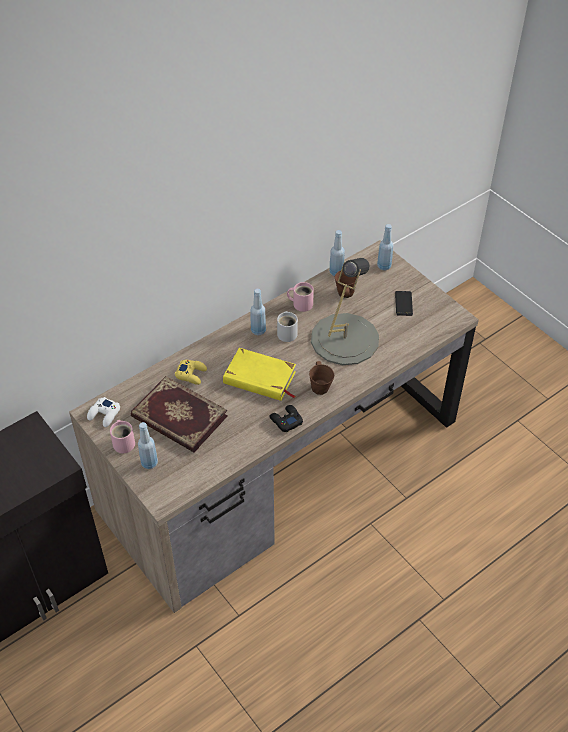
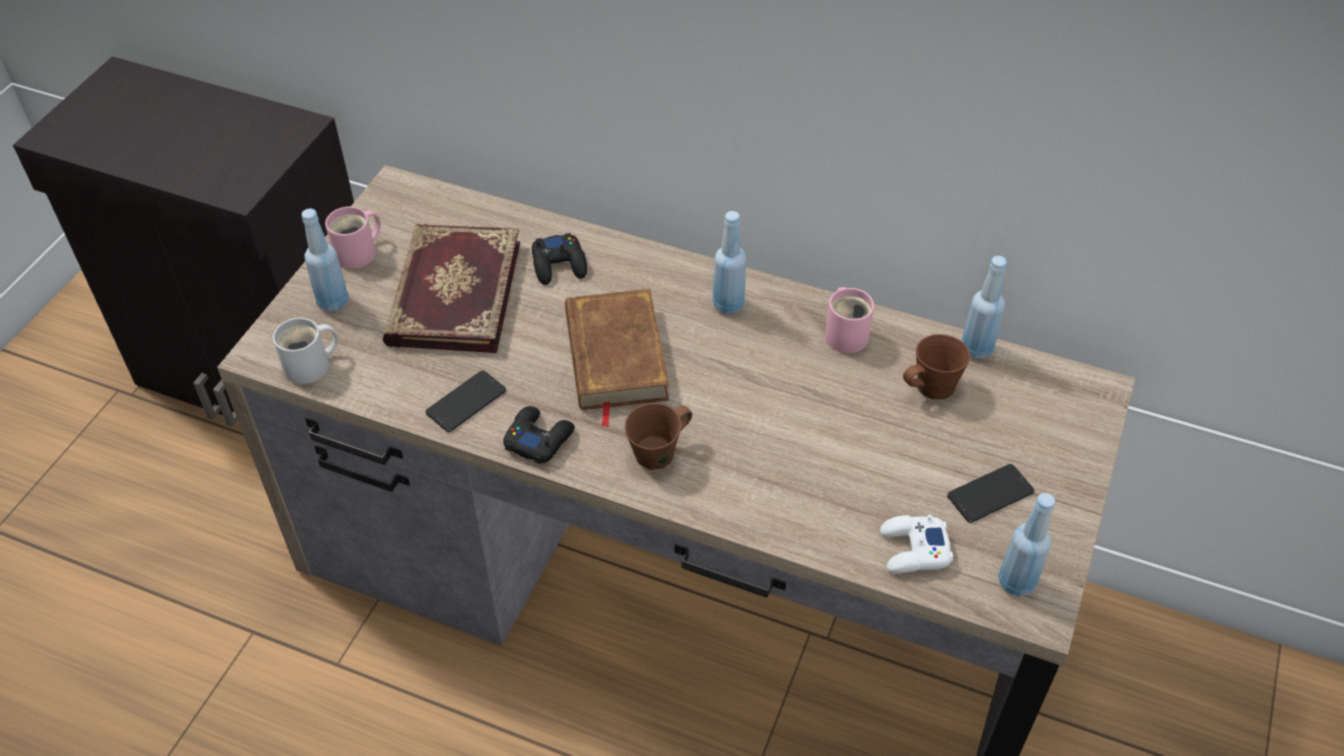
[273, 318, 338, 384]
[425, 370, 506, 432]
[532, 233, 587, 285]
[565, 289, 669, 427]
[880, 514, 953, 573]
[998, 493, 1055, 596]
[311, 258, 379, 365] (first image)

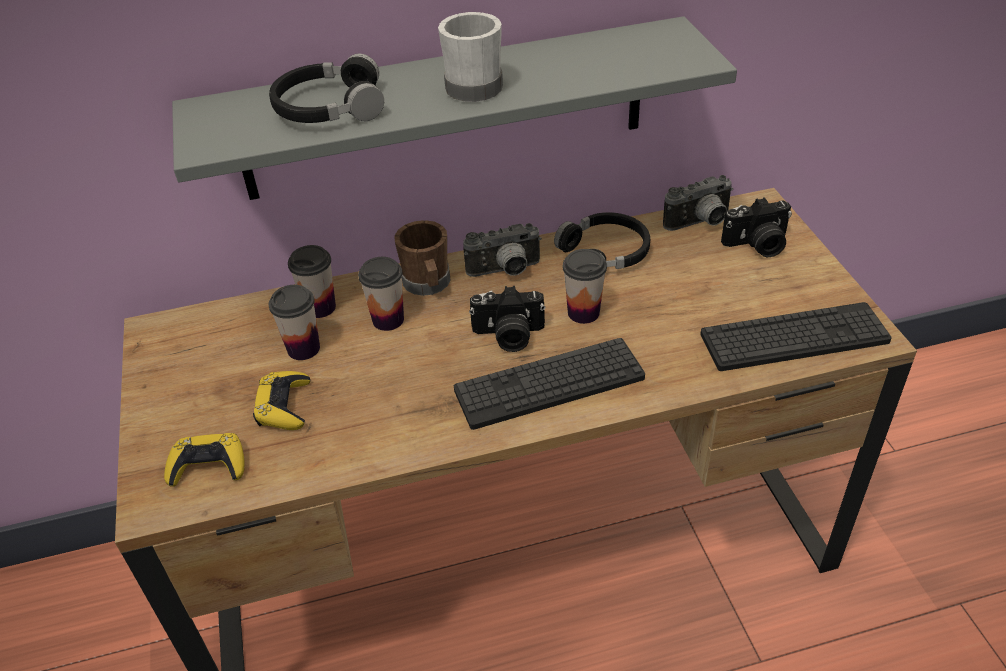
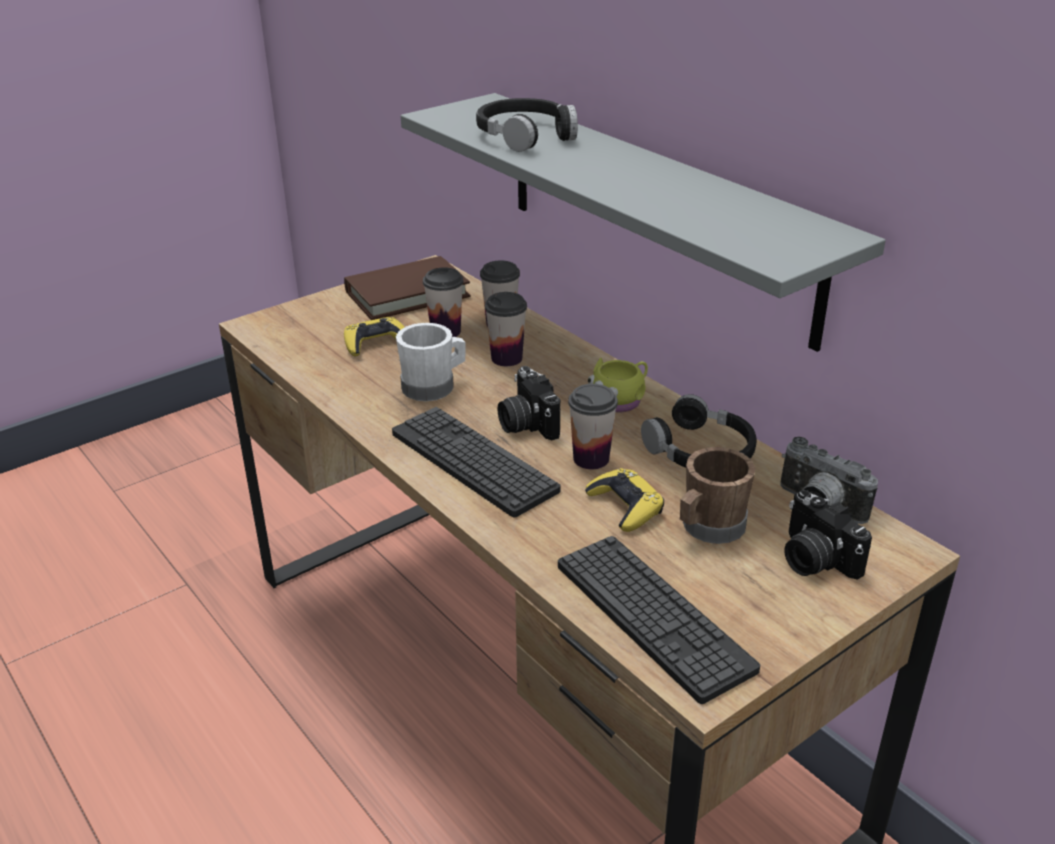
[344, 256, 470, 320]
[396, 323, 466, 401]
[585, 468, 664, 532]
[588, 358, 648, 413]
[680, 447, 756, 544]

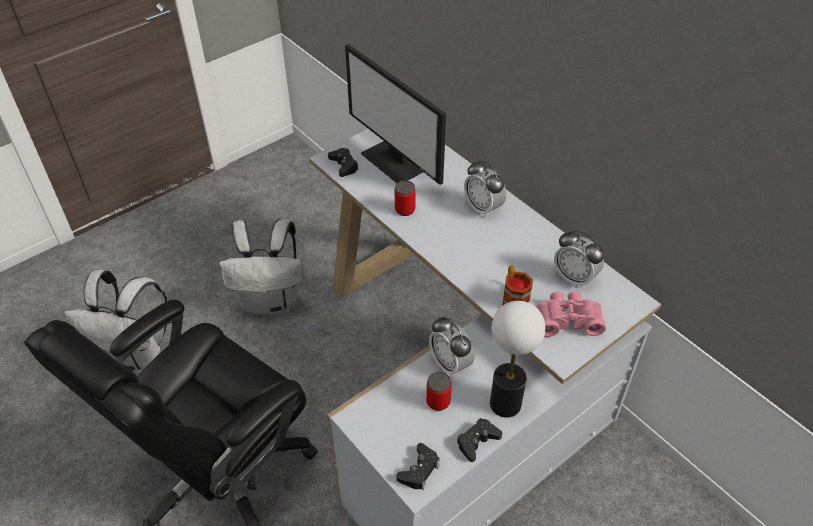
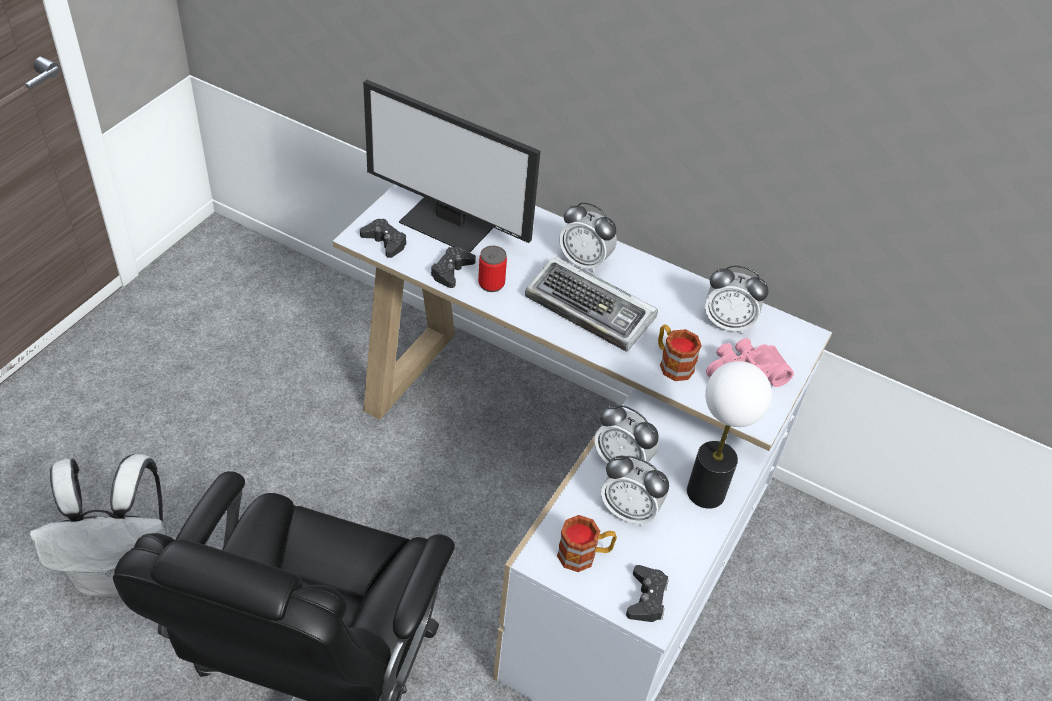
[431, 247, 476, 288]
[525, 256, 658, 352]
[557, 515, 617, 572]
[601, 456, 669, 527]
[219, 219, 303, 315] (first image)

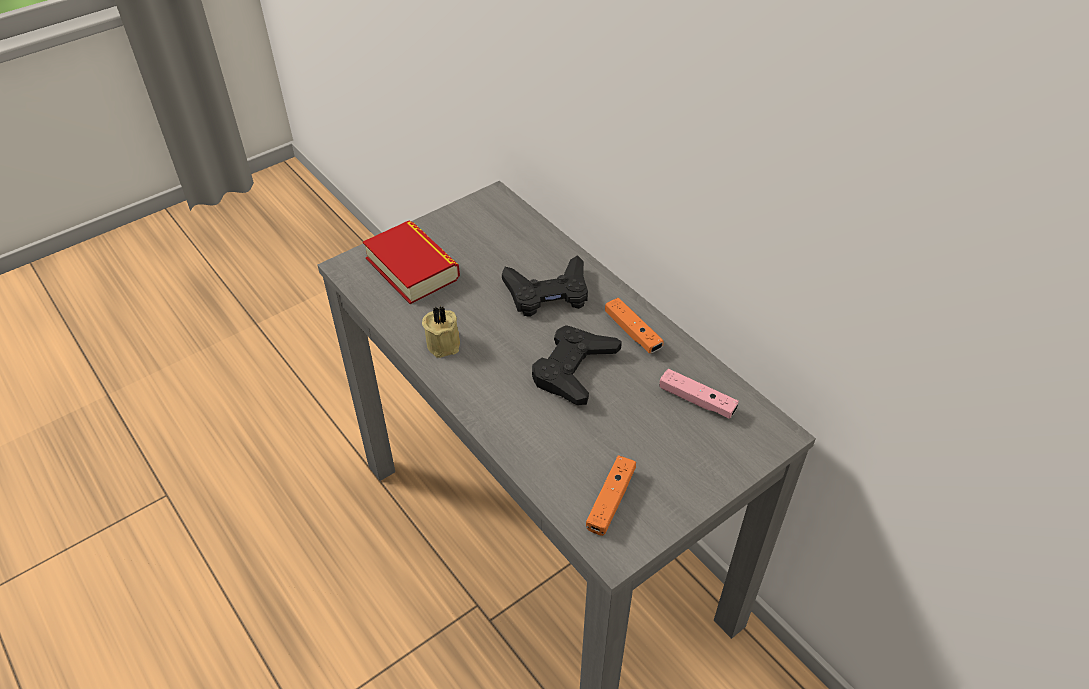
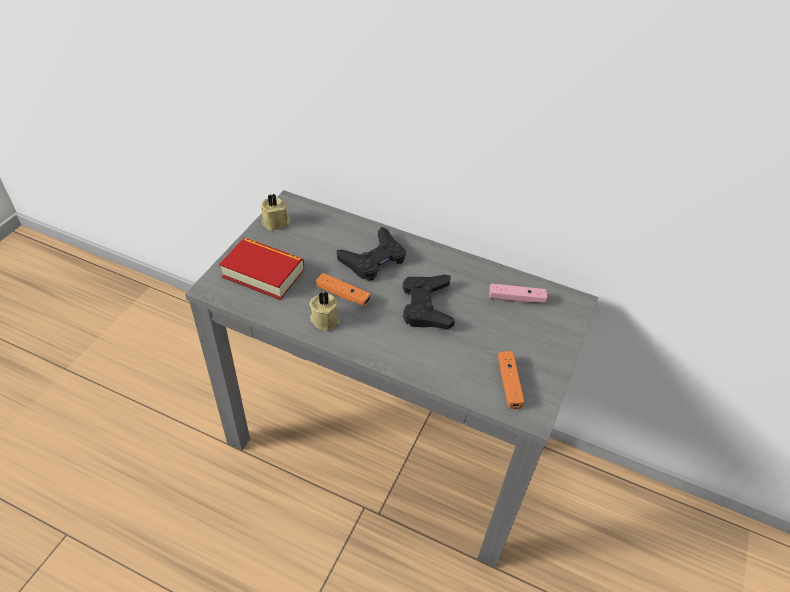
[261, 194, 290, 231]
[316, 273, 371, 306]

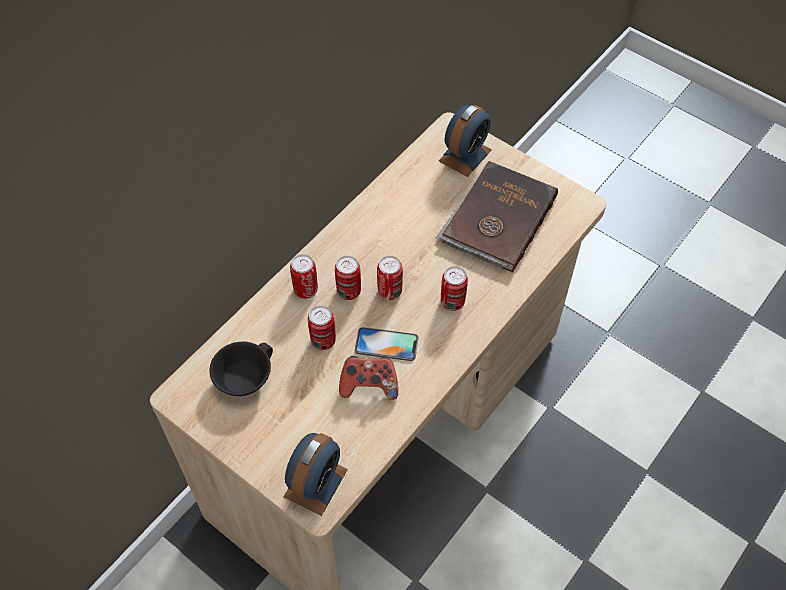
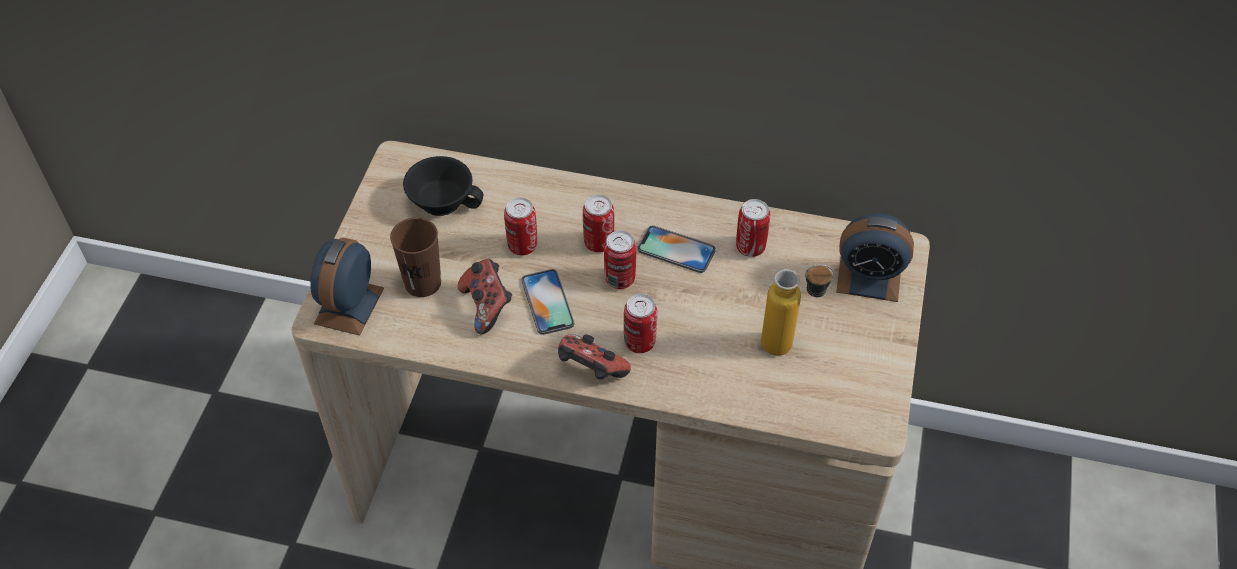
[310, 237, 384, 336]
[390, 217, 441, 297]
[558, 334, 631, 380]
[638, 225, 716, 273]
[736, 199, 770, 257]
[761, 265, 834, 356]

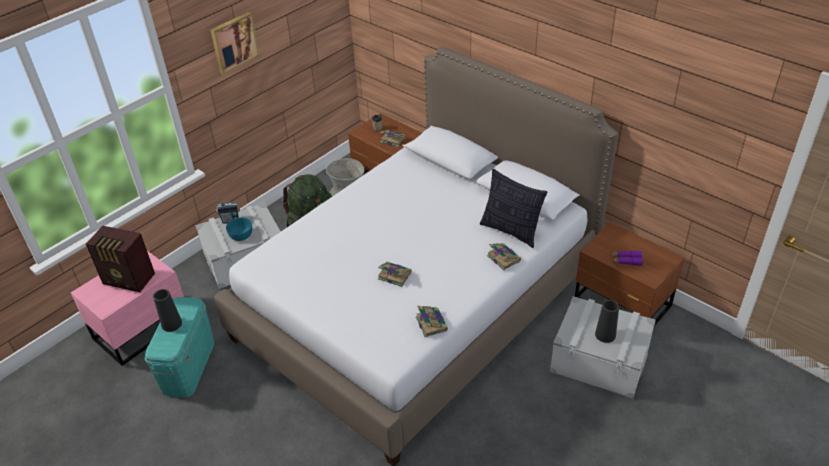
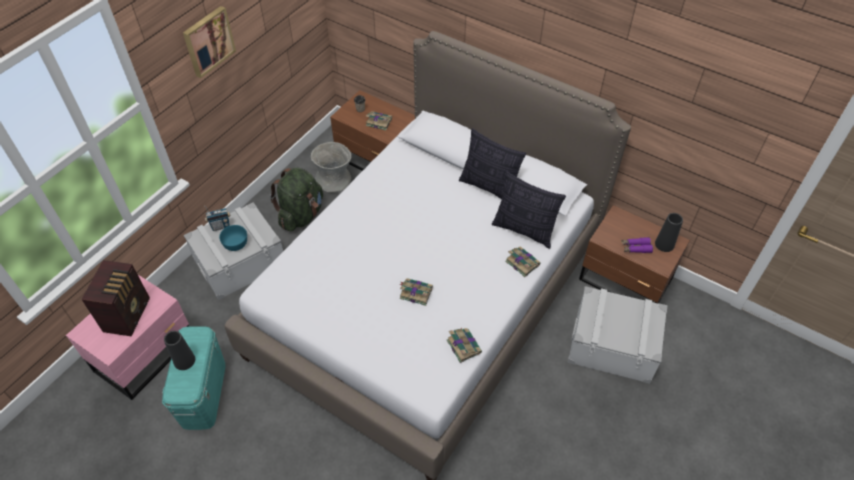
[81, 260, 150, 336]
[459, 128, 526, 199]
[655, 213, 683, 252]

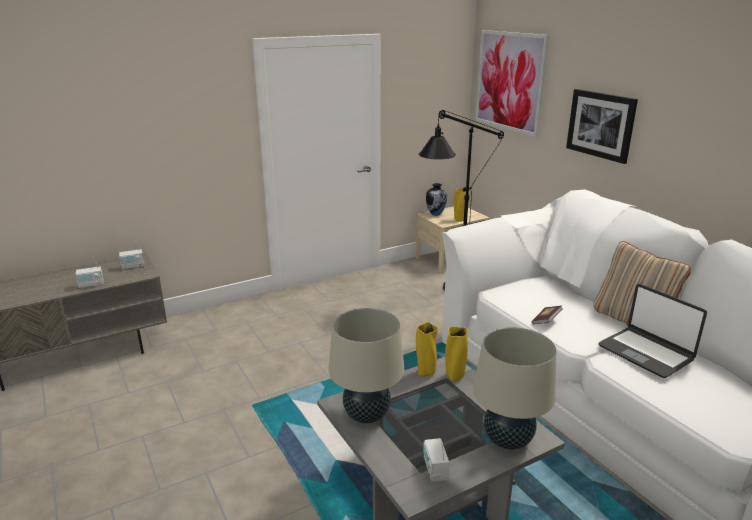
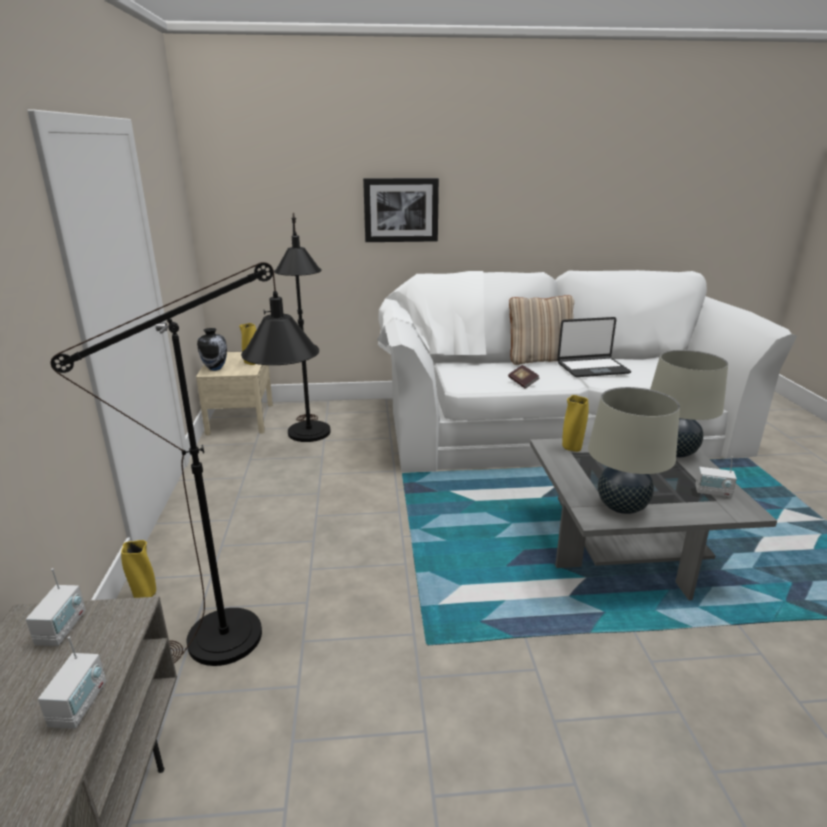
[51, 262, 319, 666]
[121, 540, 156, 598]
[475, 30, 549, 137] (first image)

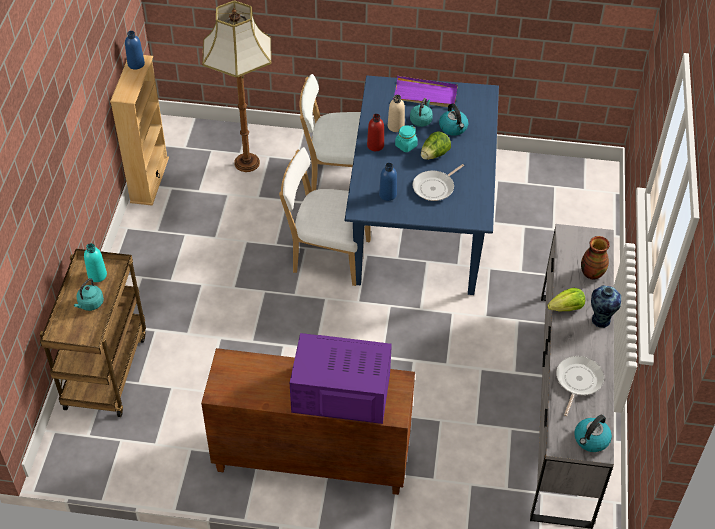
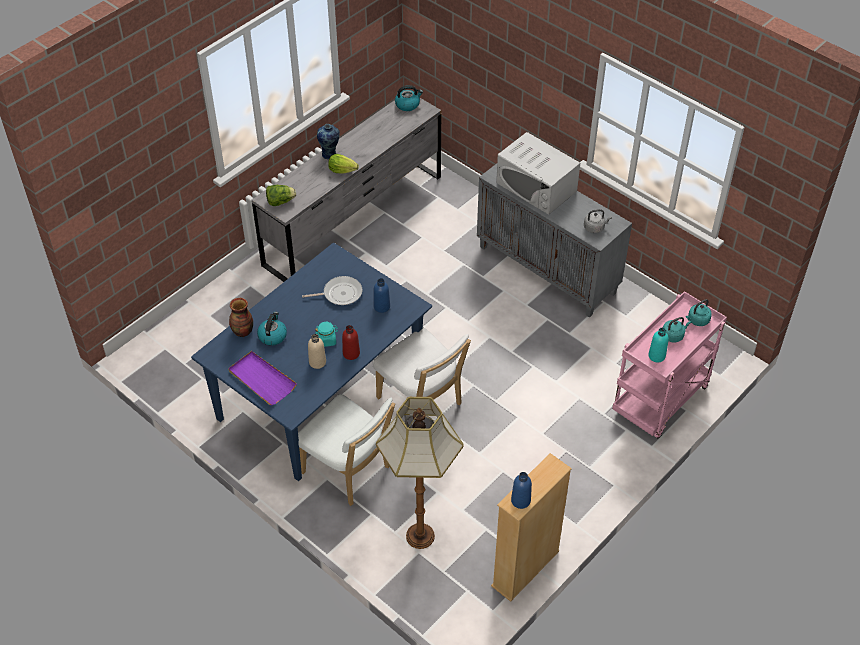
[229, 298, 253, 337]
[266, 185, 296, 206]
[477, 164, 632, 318]
[496, 132, 580, 215]
[584, 209, 612, 233]
[612, 291, 727, 439]
[686, 299, 712, 326]
[556, 356, 604, 416] (first image)

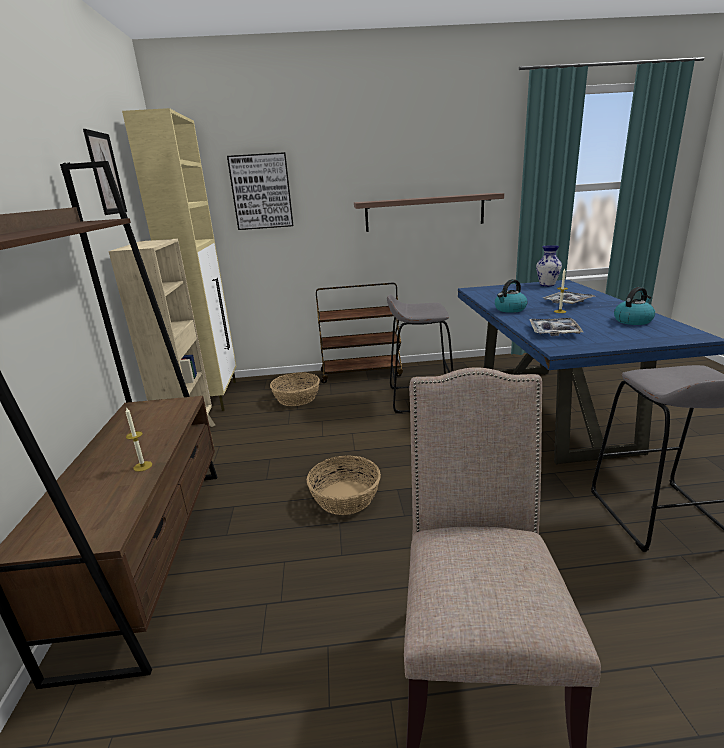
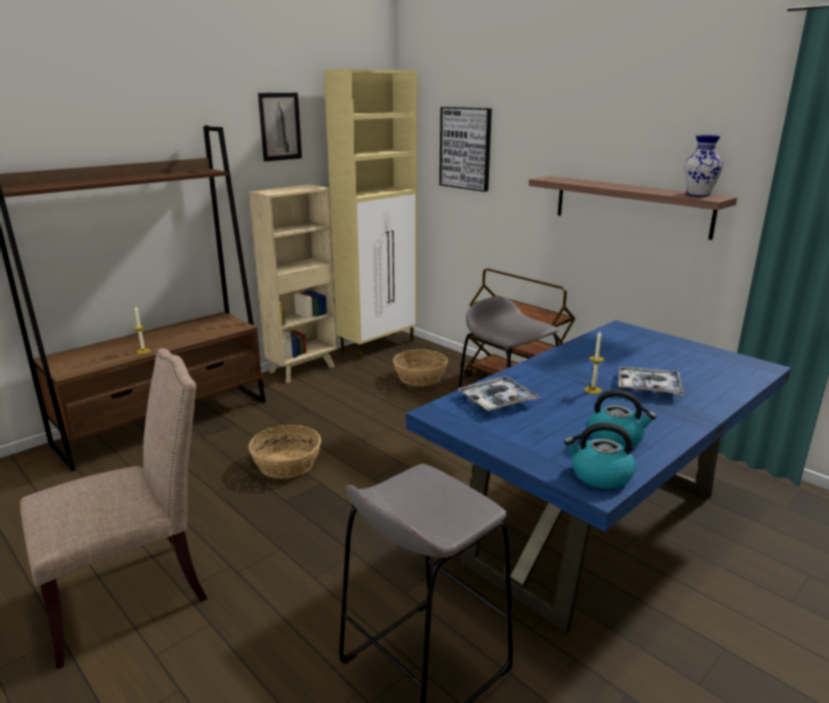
[564, 423, 635, 489]
[684, 135, 723, 196]

